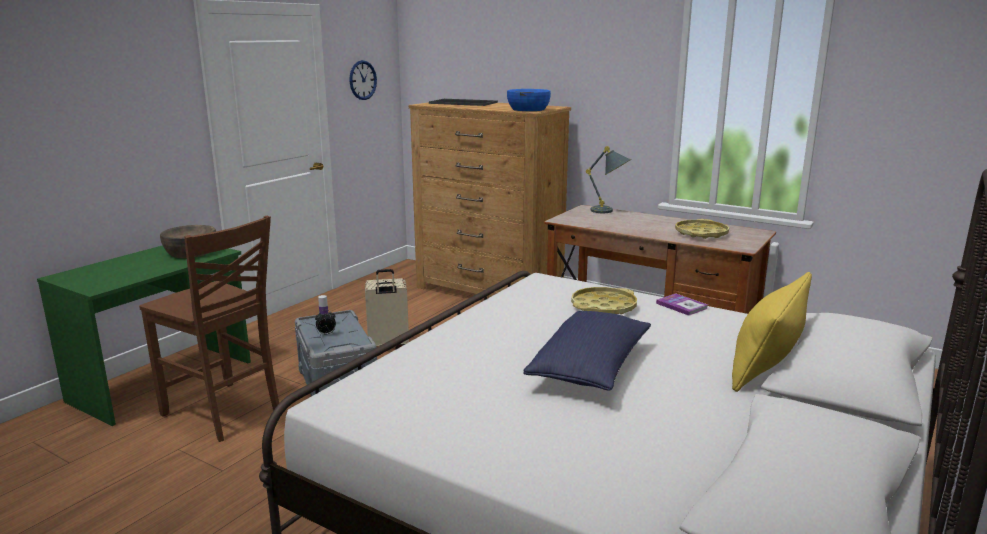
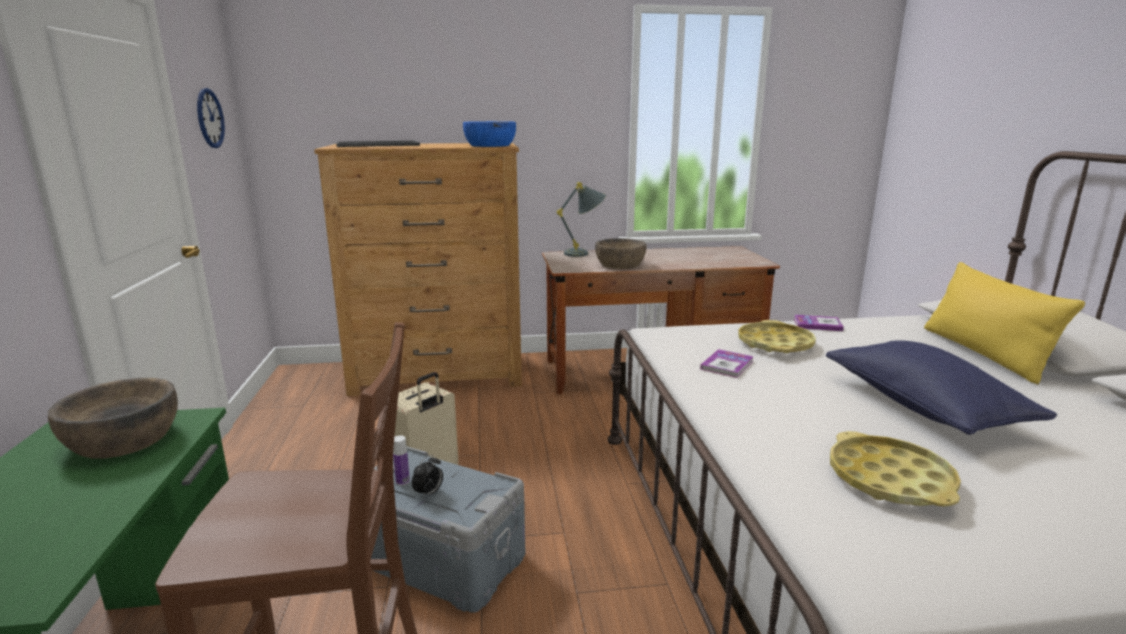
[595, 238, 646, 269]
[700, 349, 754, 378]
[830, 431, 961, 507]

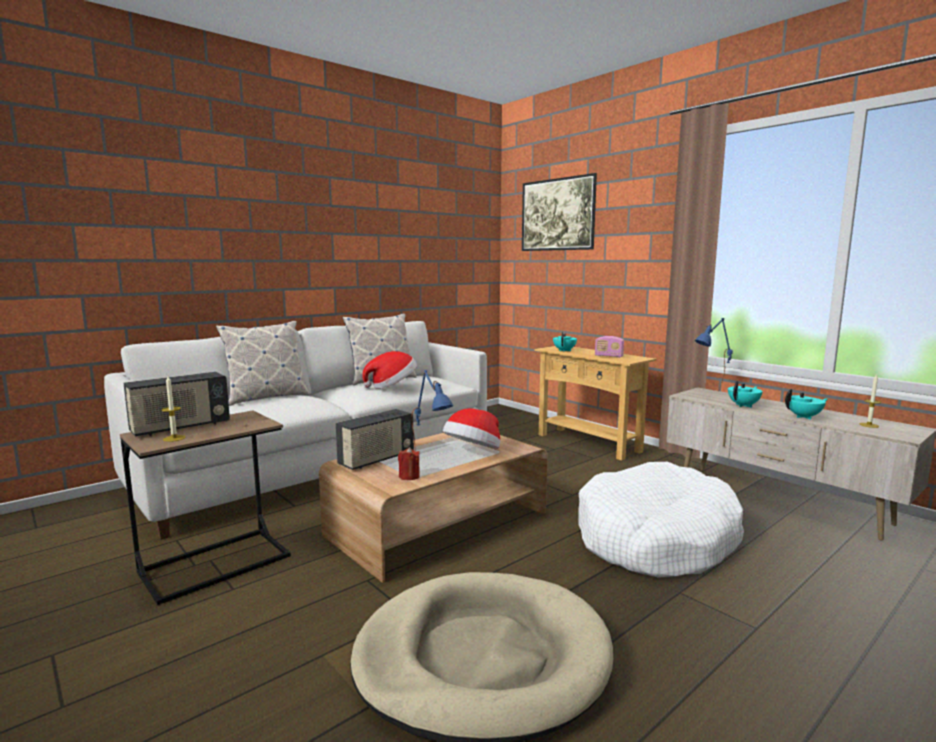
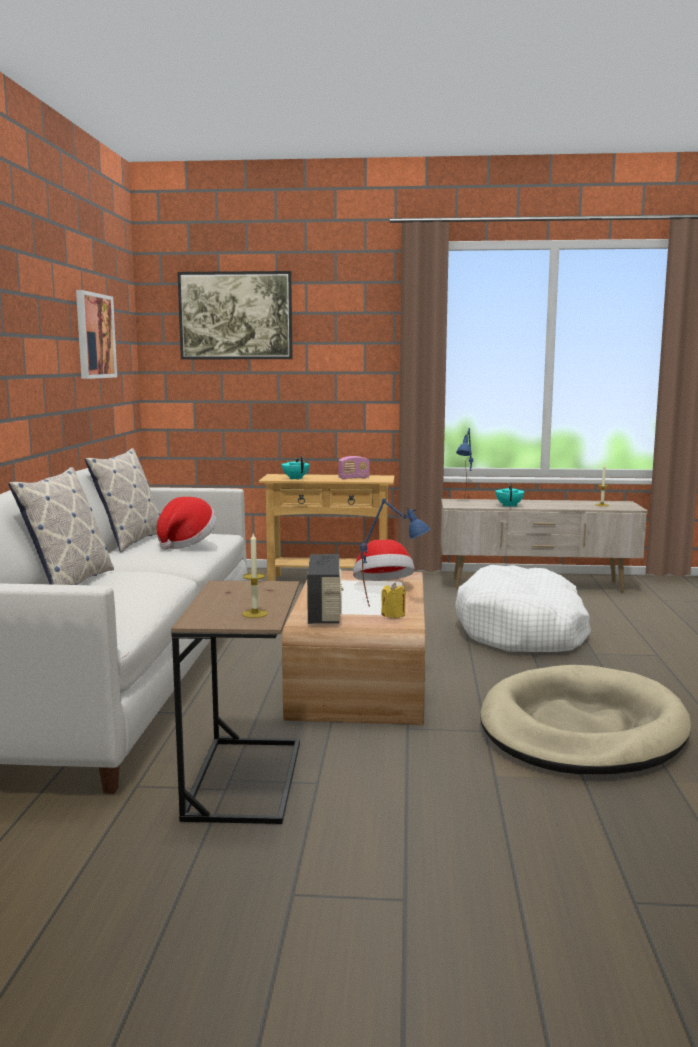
[76, 290, 117, 379]
[381, 582, 406, 618]
[123, 372, 230, 436] (first image)
[785, 389, 828, 420] (first image)

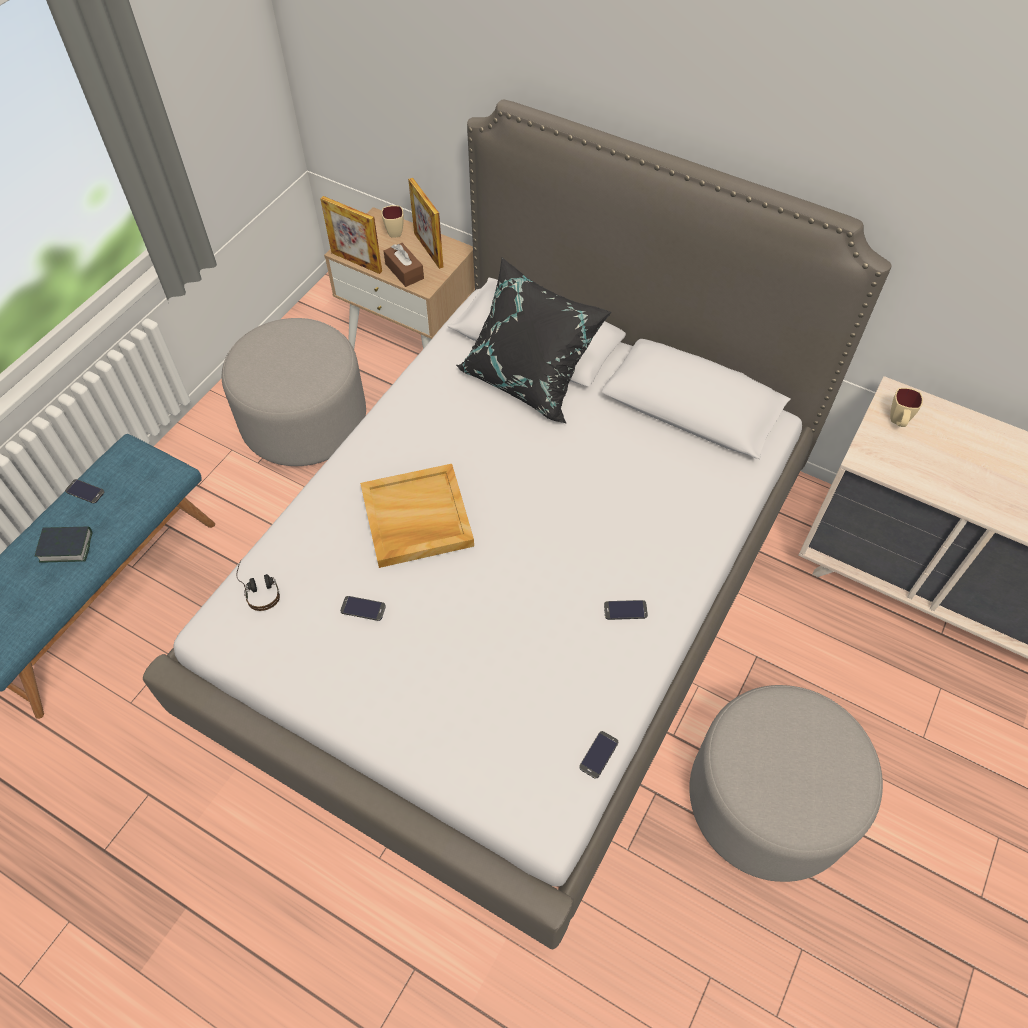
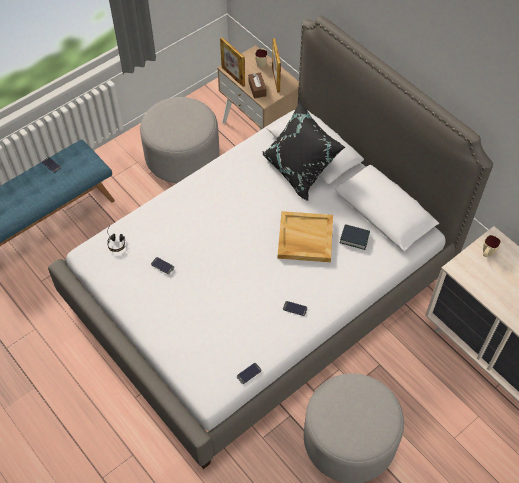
[278, 211, 333, 262]
[340, 224, 370, 250]

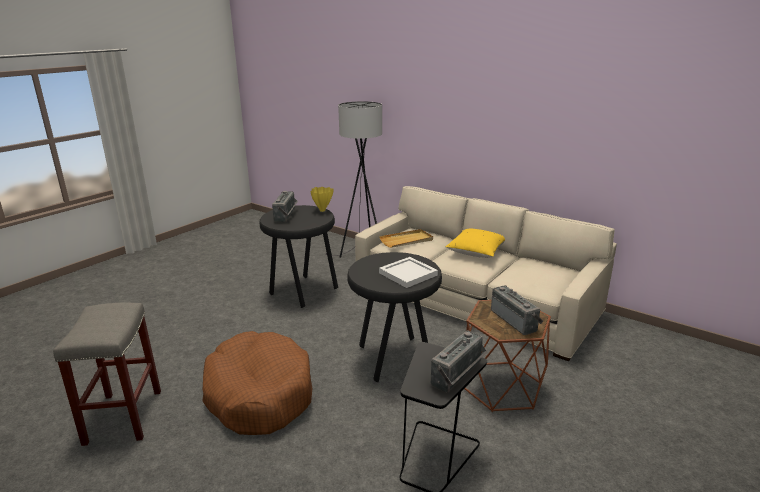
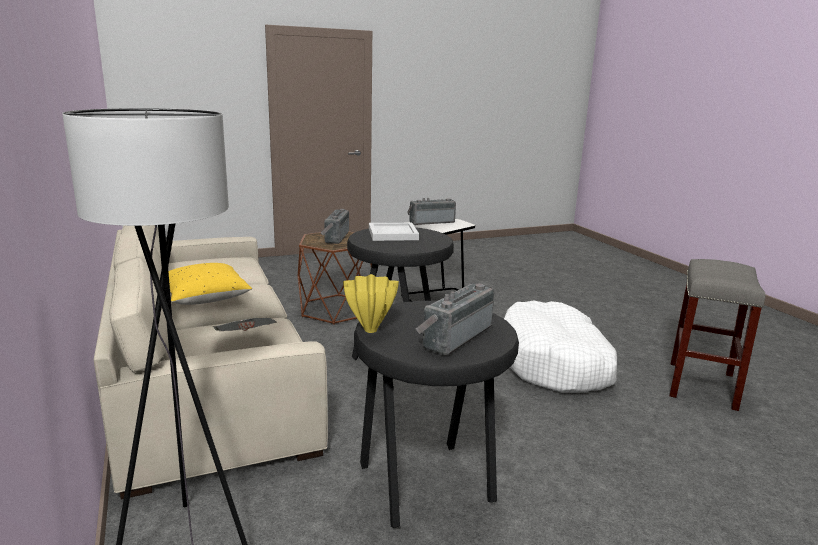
[212, 318, 276, 331]
[504, 301, 617, 393]

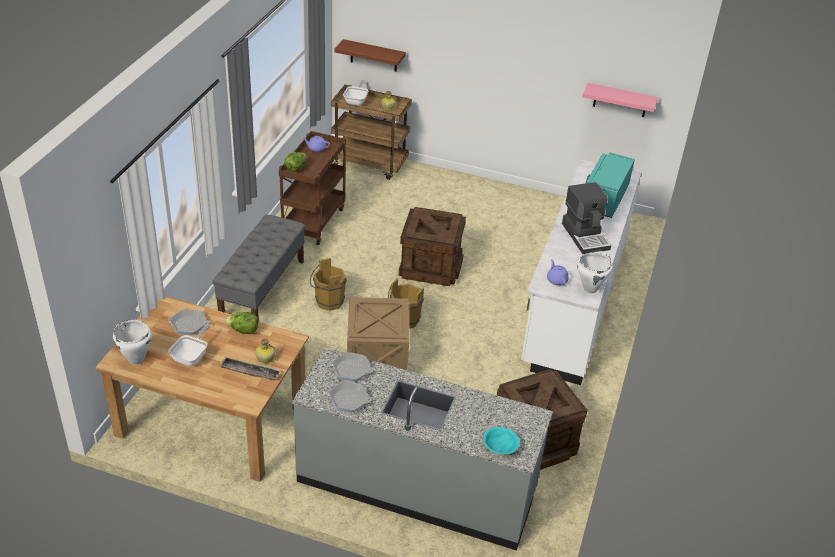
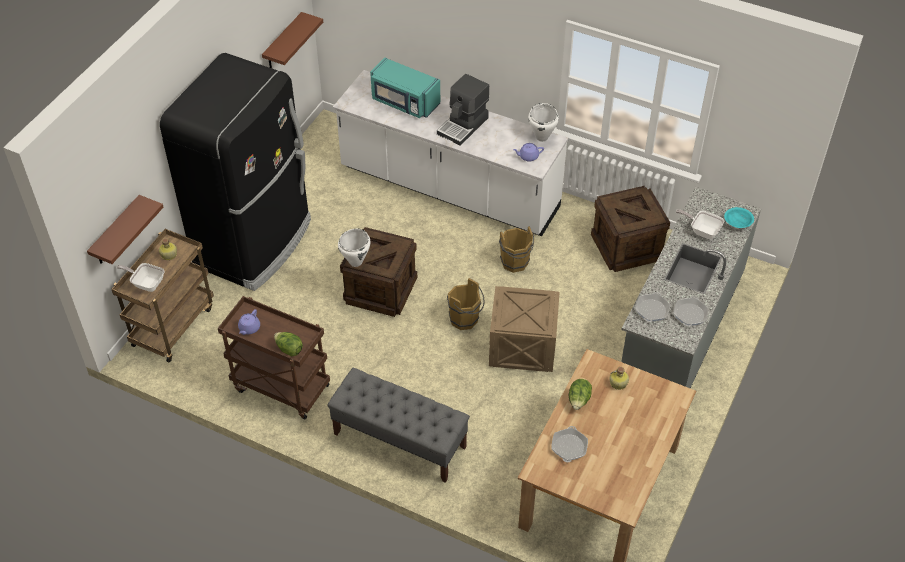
[160, 53, 311, 291]
[262, 12, 323, 68]
[338, 229, 370, 267]
[437, 74, 489, 146]
[499, 226, 534, 273]
[676, 209, 724, 239]
[219, 357, 281, 380] (first image)

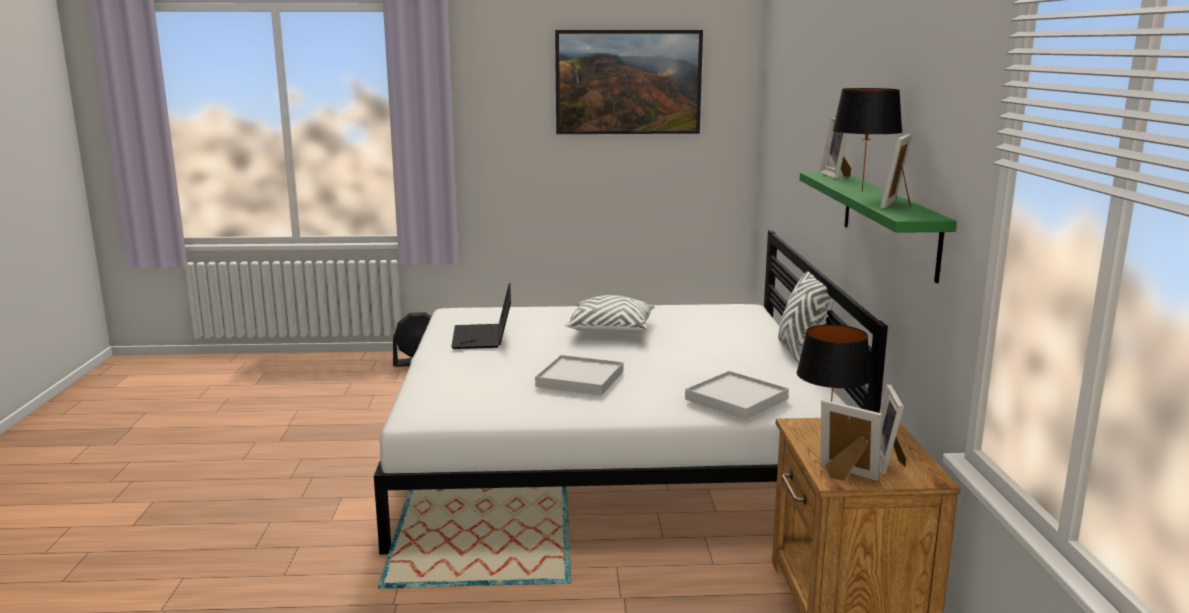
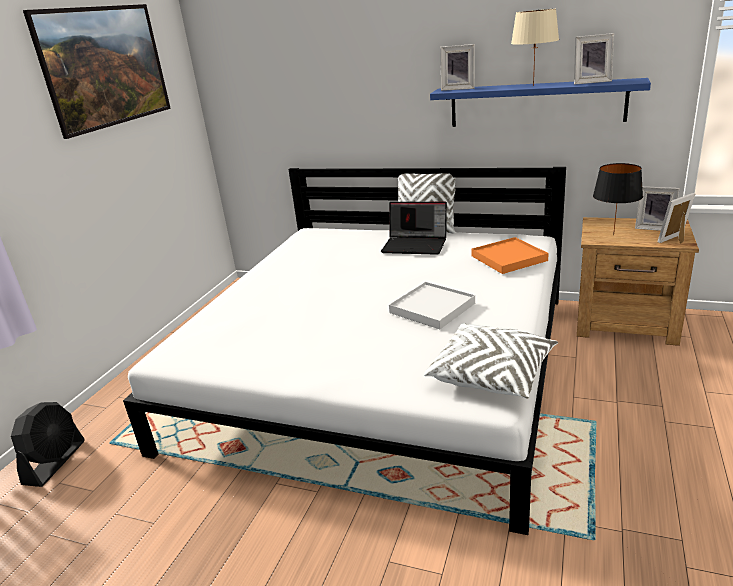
[381, 202, 447, 255]
[424, 323, 558, 399]
[430, 78, 651, 127]
[471, 237, 549, 274]
[511, 9, 559, 86]
[574, 33, 614, 85]

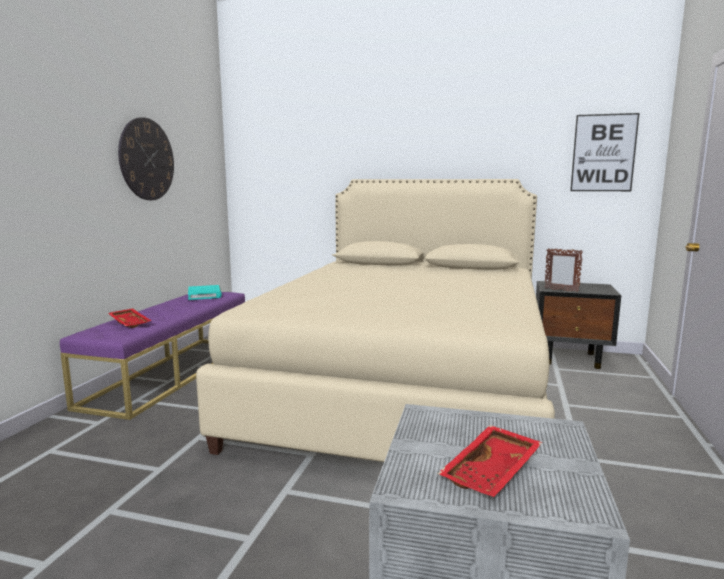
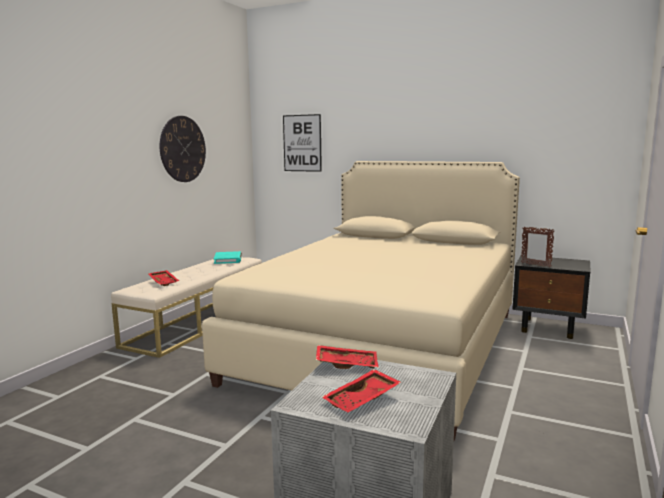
[111, 257, 262, 358]
[283, 114, 322, 172]
[316, 345, 379, 369]

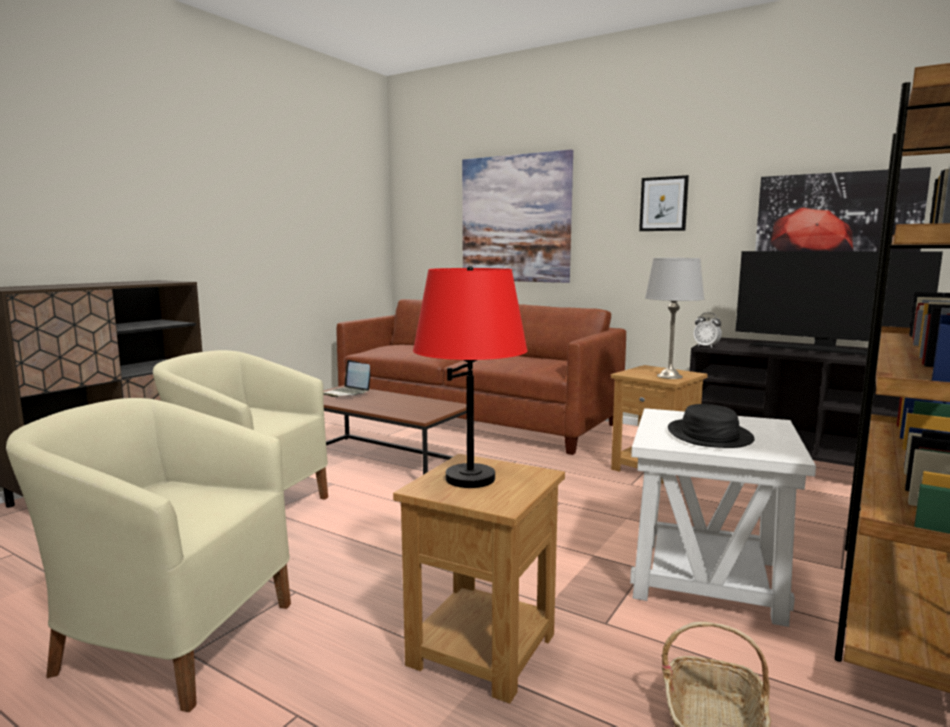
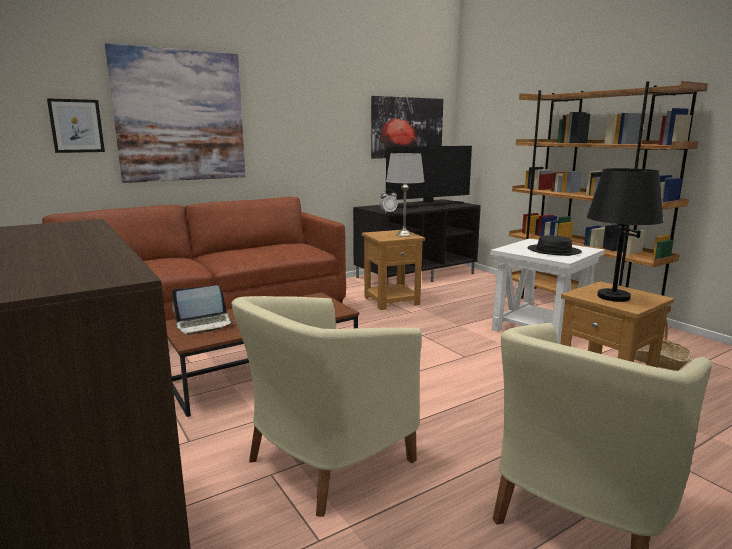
[47, 98, 105, 153]
[587, 168, 664, 302]

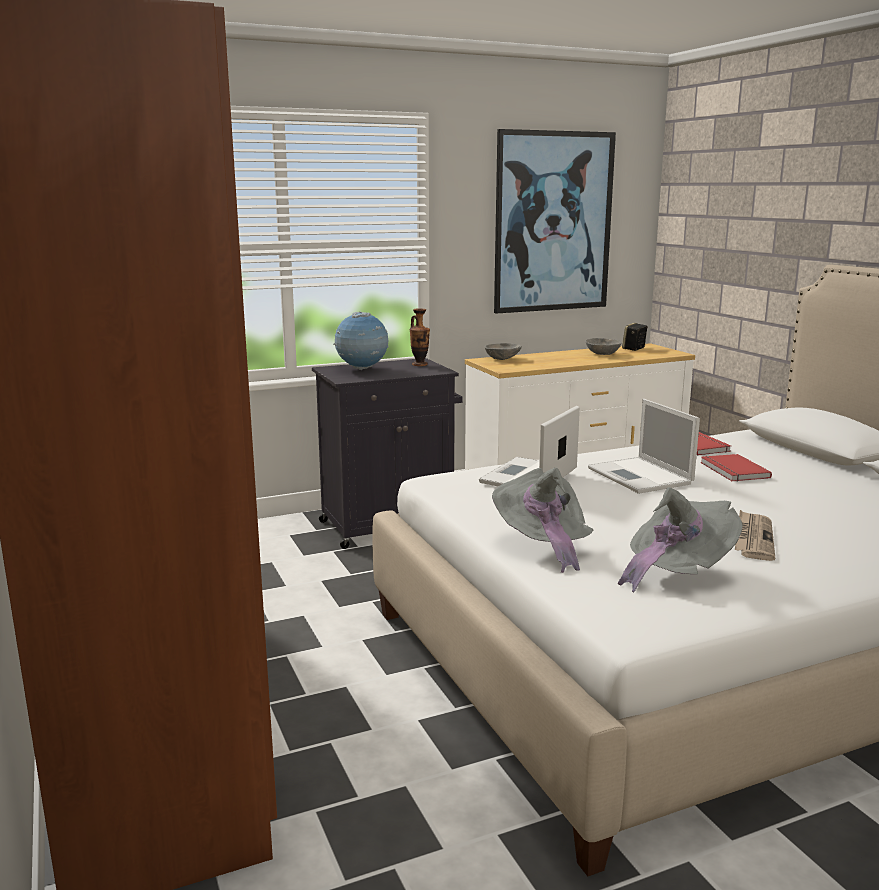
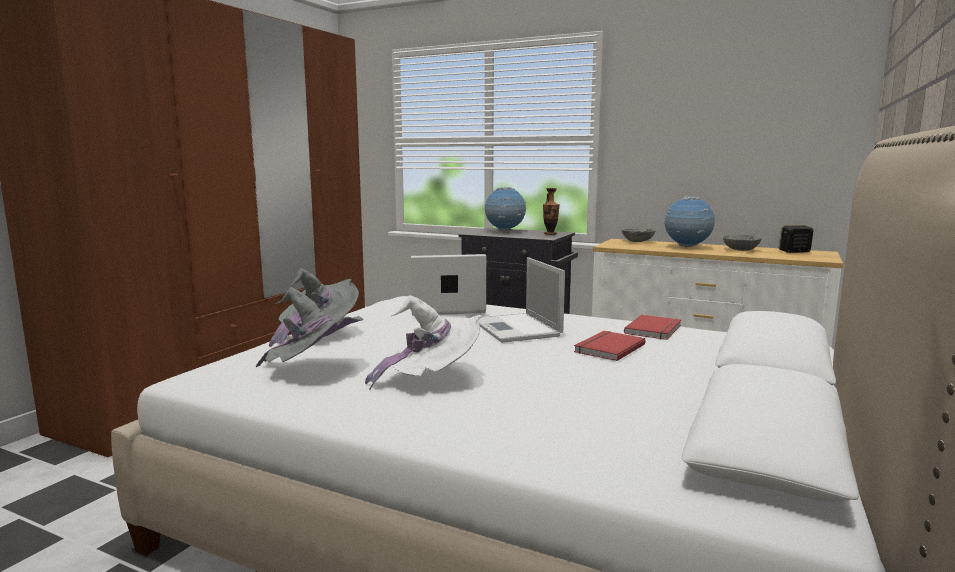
[365, 295, 482, 390]
[479, 257, 565, 343]
[663, 196, 715, 248]
[494, 129, 616, 314] (first image)

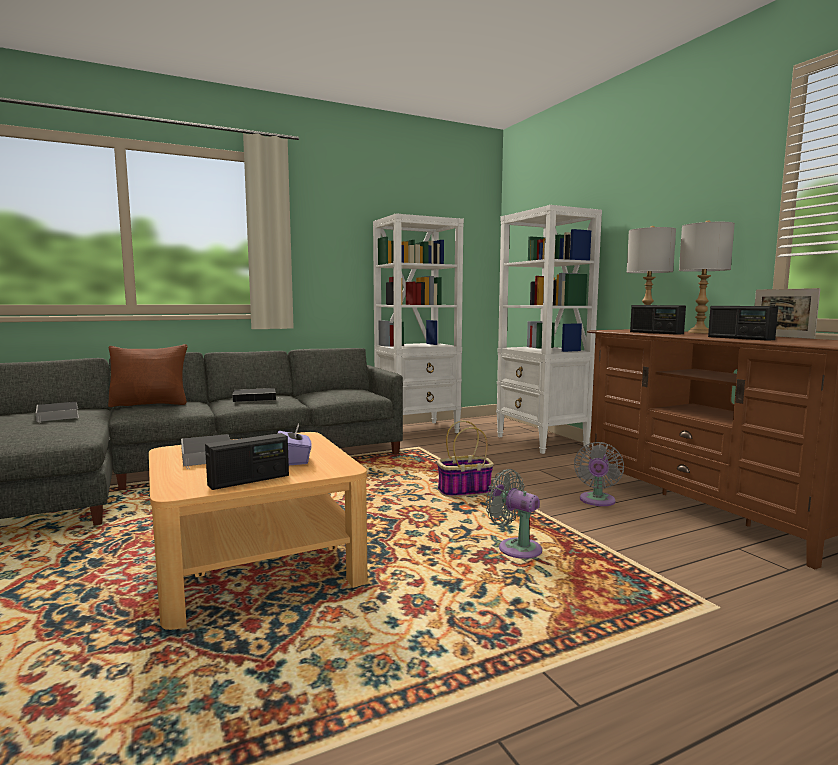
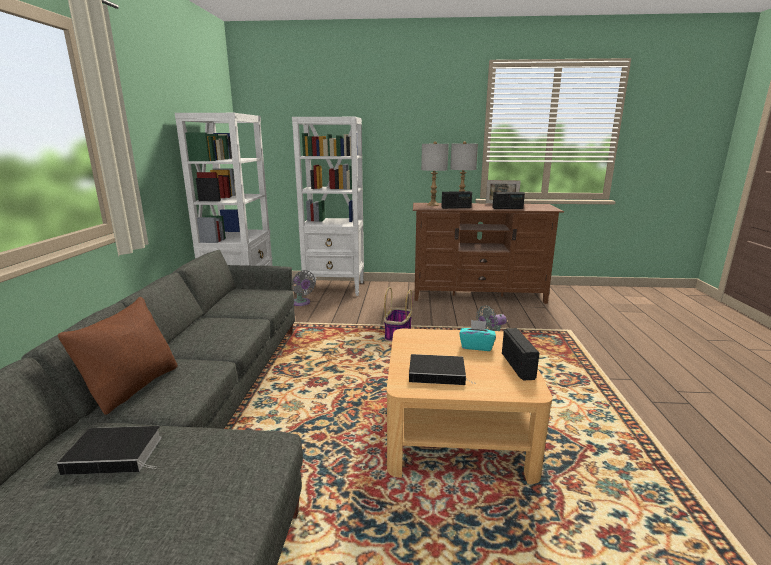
[292, 270, 316, 306]
[459, 320, 496, 351]
[233, 388, 276, 402] (first image)

